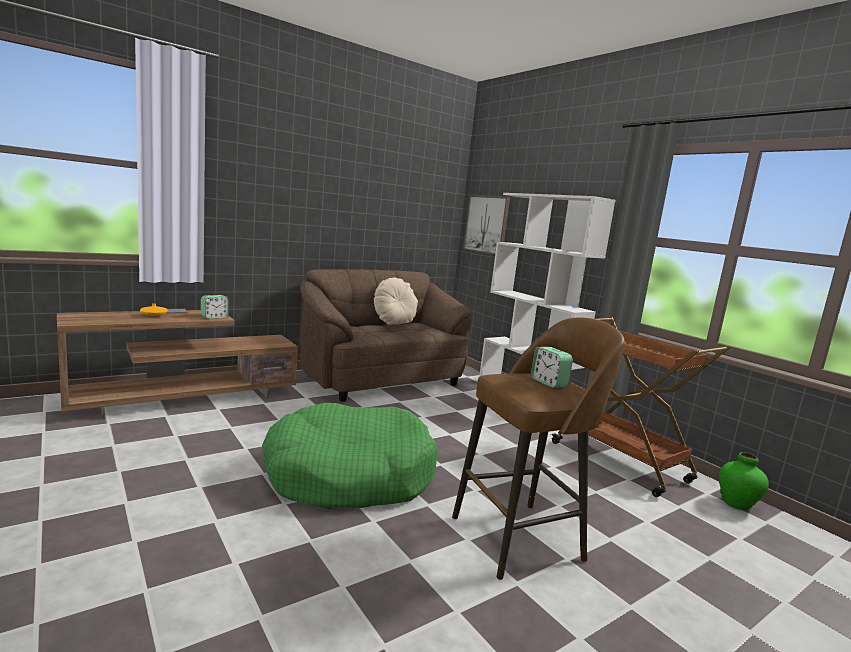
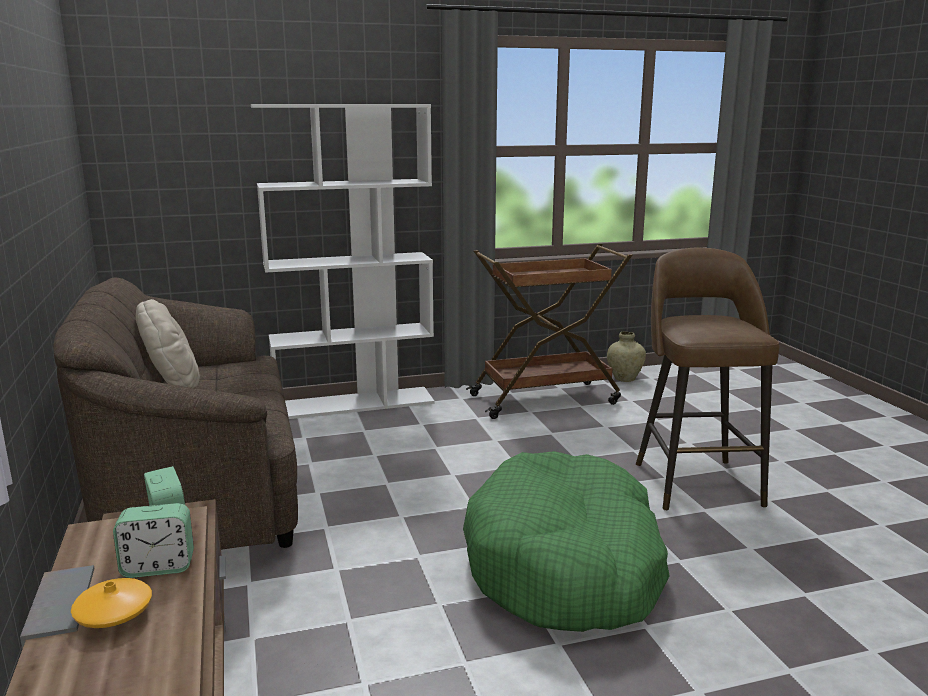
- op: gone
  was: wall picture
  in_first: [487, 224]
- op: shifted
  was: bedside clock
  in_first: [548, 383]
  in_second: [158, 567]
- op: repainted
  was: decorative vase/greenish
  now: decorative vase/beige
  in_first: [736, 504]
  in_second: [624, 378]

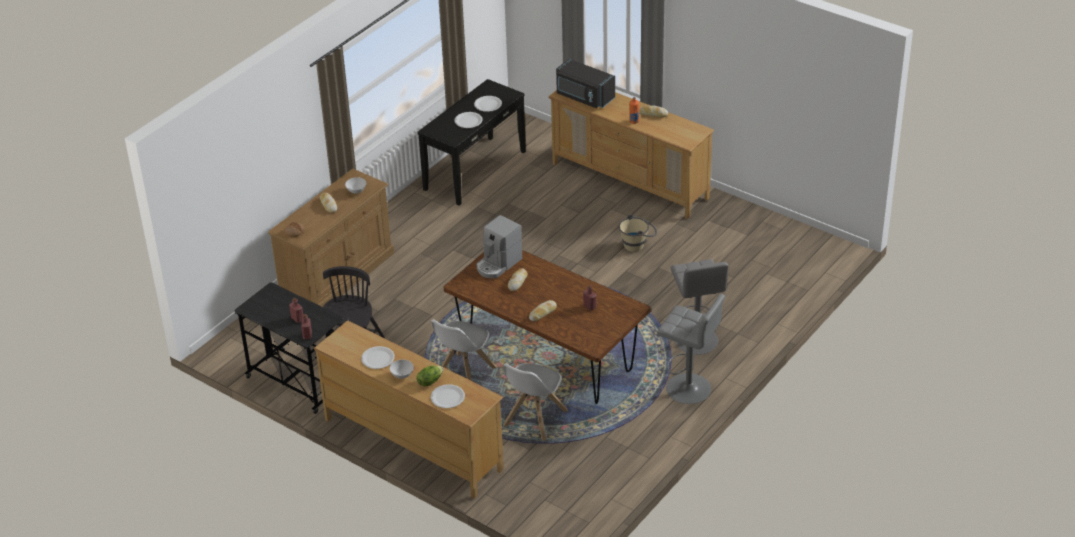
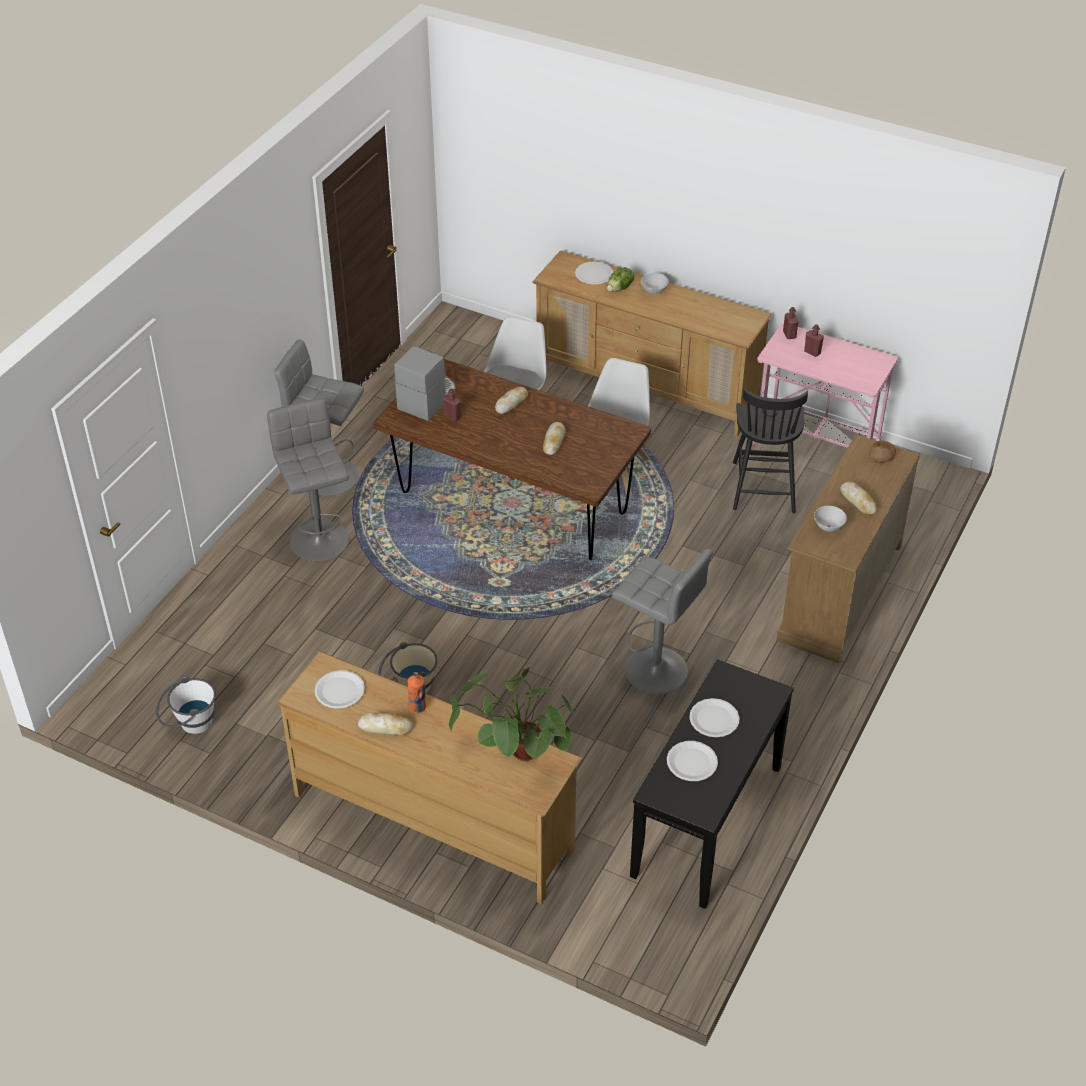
- op: swapped
  was: microwave oven/blackish
  now: potted plant
  in_first: [584, 97]
  in_second: [515, 759]
- op: shifted
  was: coffee maker
  in_first: [498, 264]
  in_second: [428, 399]
- op: repainted
  was: desk table/blackish
  now: desk table/pink-coloured
  in_first: [298, 381]
  in_second: [815, 445]
- op: shifted
  was: dinner plate/white-coloured
  in_first: [378, 358]
  in_second: [339, 690]
- op: new
  now: sitting stool/gray
  in_second: [656, 671]
- op: new
  now: bucket/white-coloured
  in_second: [189, 724]

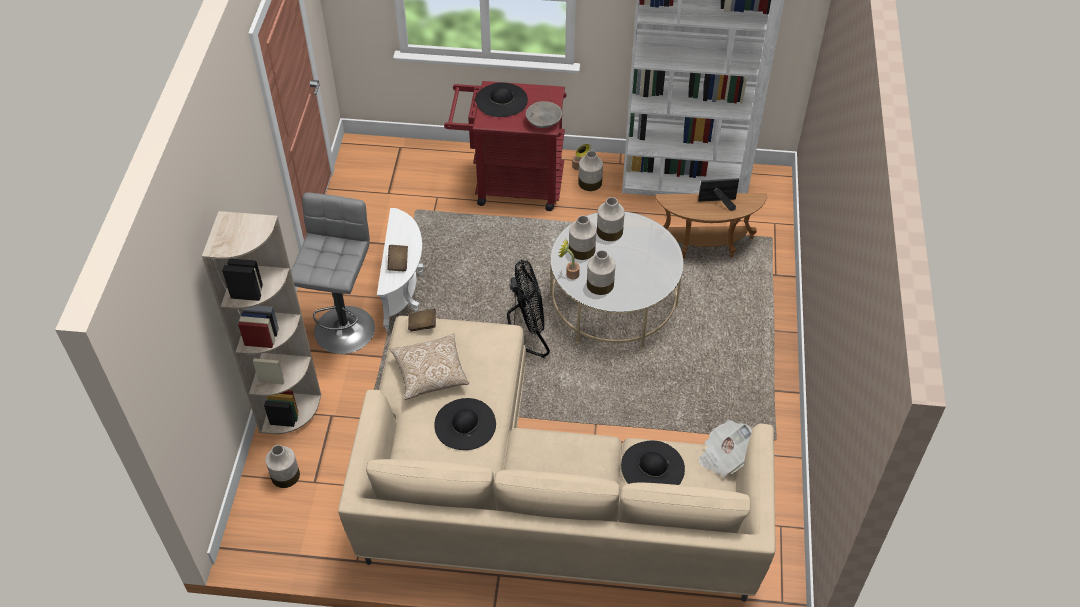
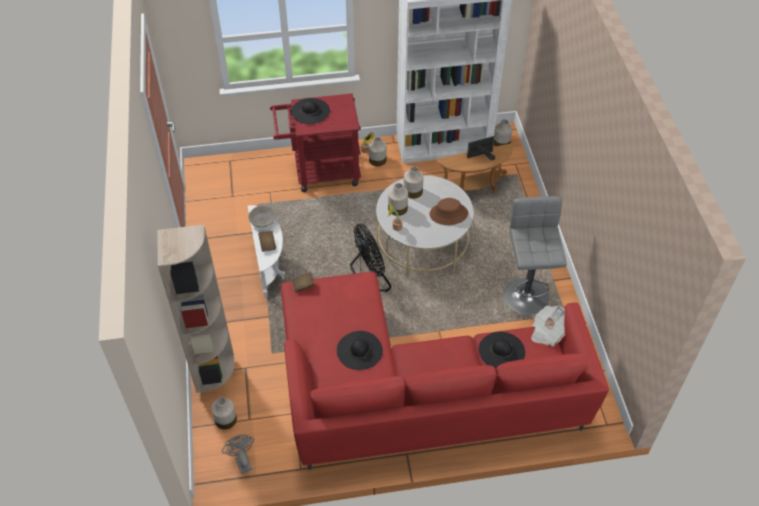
- op: shifted
  was: bowl/gray
  in_first: [544, 121]
  in_second: [263, 221]
- op: shifted
  was: sitting stool/gray
  in_first: [345, 329]
  in_second: [526, 296]
- op: shifted
  was: decorative vase/beige
  in_first: [600, 284]
  in_second: [501, 142]
- op: repainted
  was: sofa/beige
  now: sofa/red-coloured
  in_first: [533, 500]
  in_second: [413, 395]
- op: gone
  was: pillow
  in_first: [430, 374]
- op: new
  now: wearable hat/brown
  in_second: [448, 214]
- op: new
  now: electric fan/gray
  in_second: [242, 461]

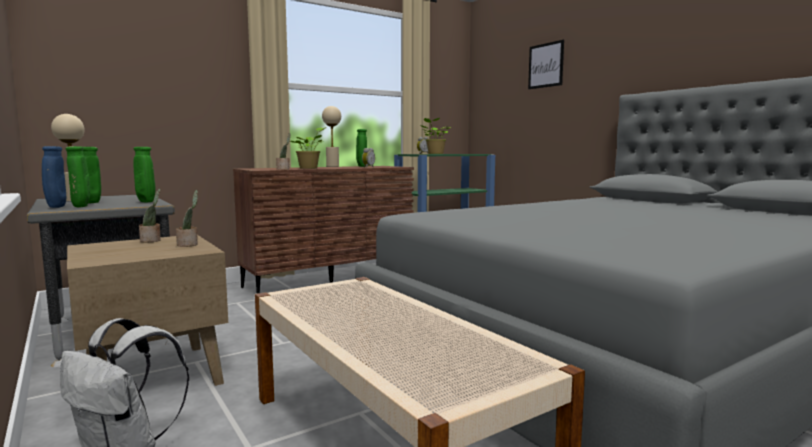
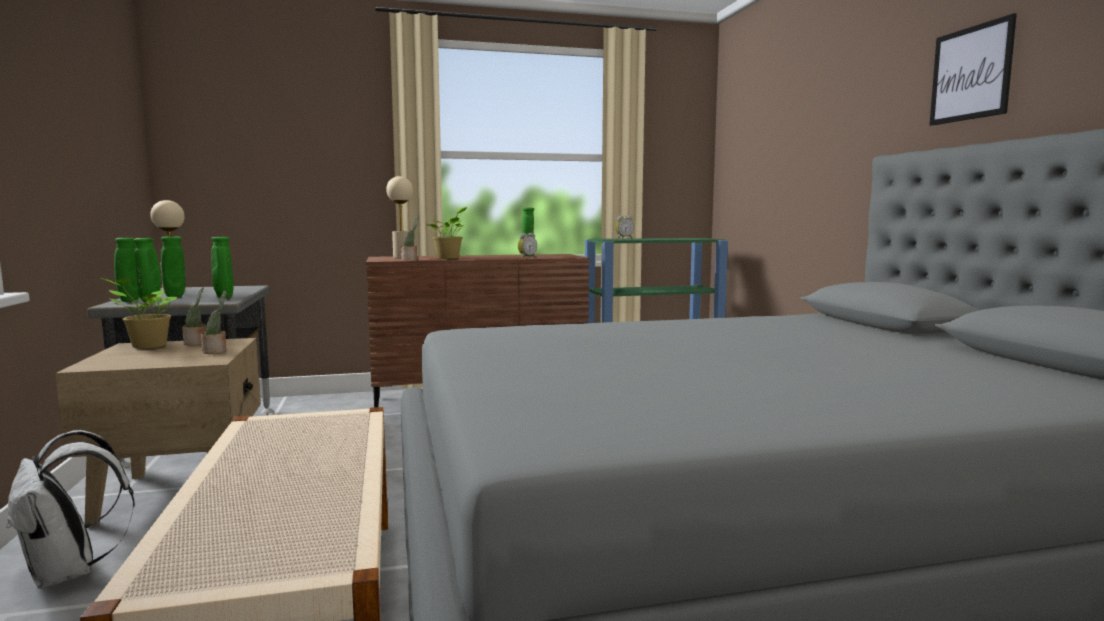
- op: shifted
  was: wall picture
  in_first: [546, 65]
  in_second: [971, 73]
- op: shifted
  was: lamp for a table/beige
  in_first: [332, 166]
  in_second: [402, 257]
- op: shifted
  was: potted plant
  in_first: [435, 154]
  in_second: [146, 346]
- op: repainted
  was: decorative vase/blue
  now: decorative vase/greenish
  in_first: [56, 207]
  in_second: [129, 301]

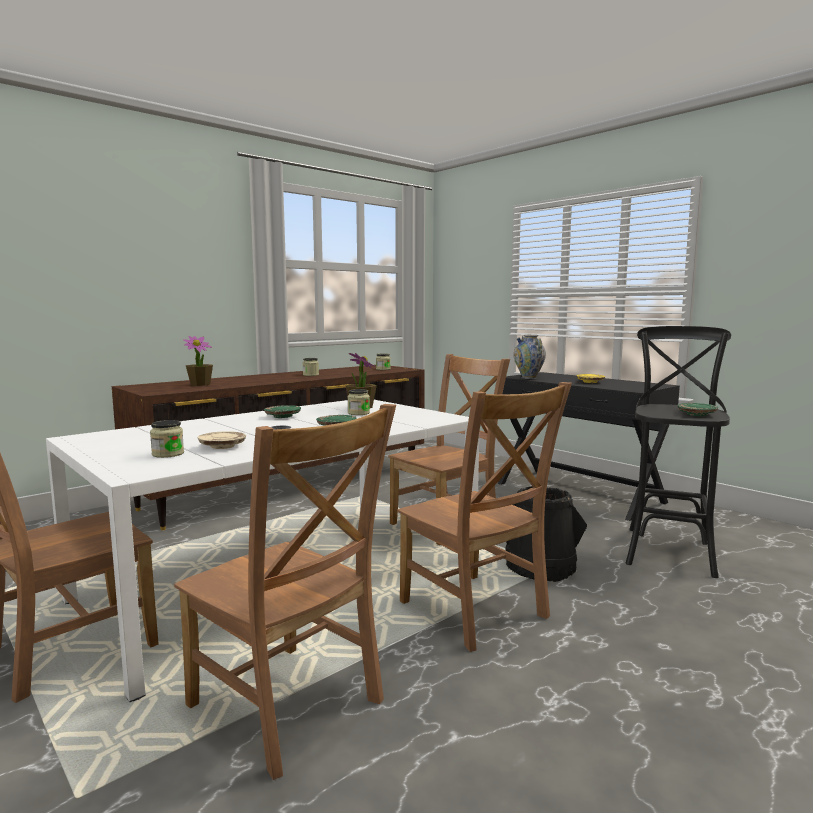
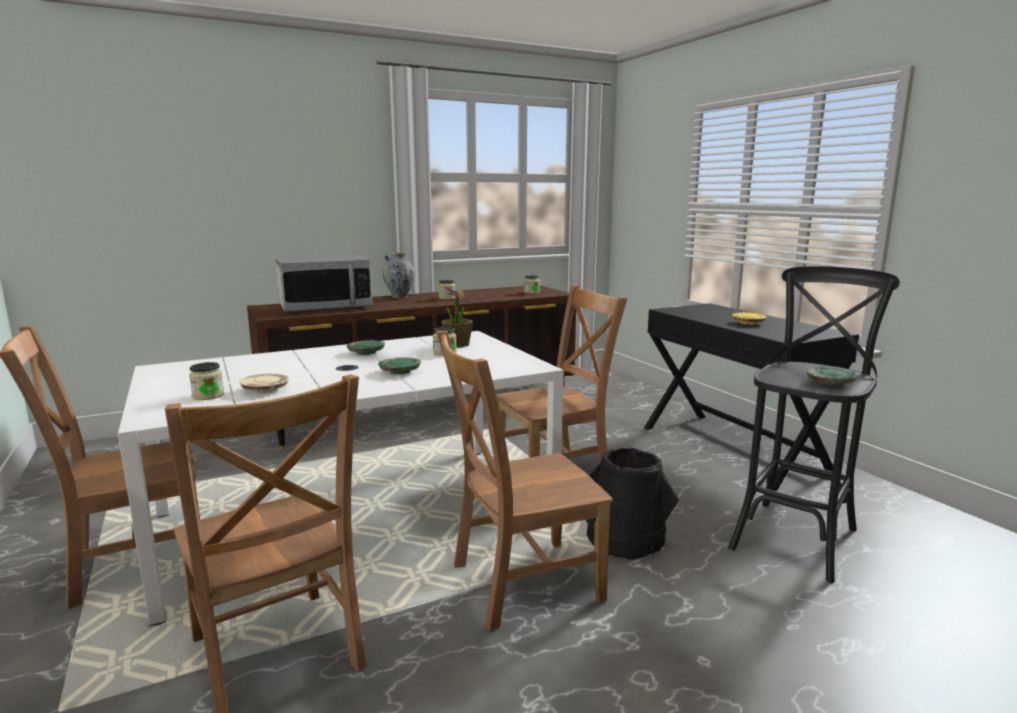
- op: shifted
  was: decorative vase
  in_first: [528, 378]
  in_second: [399, 297]
- op: swapped
  was: potted plant
  now: microwave oven
  in_first: [200, 384]
  in_second: [326, 307]
- op: rotated
  was: plain chair/brown
  in_first: [476, 612]
  in_second: [519, 583]
  clockwise: 90

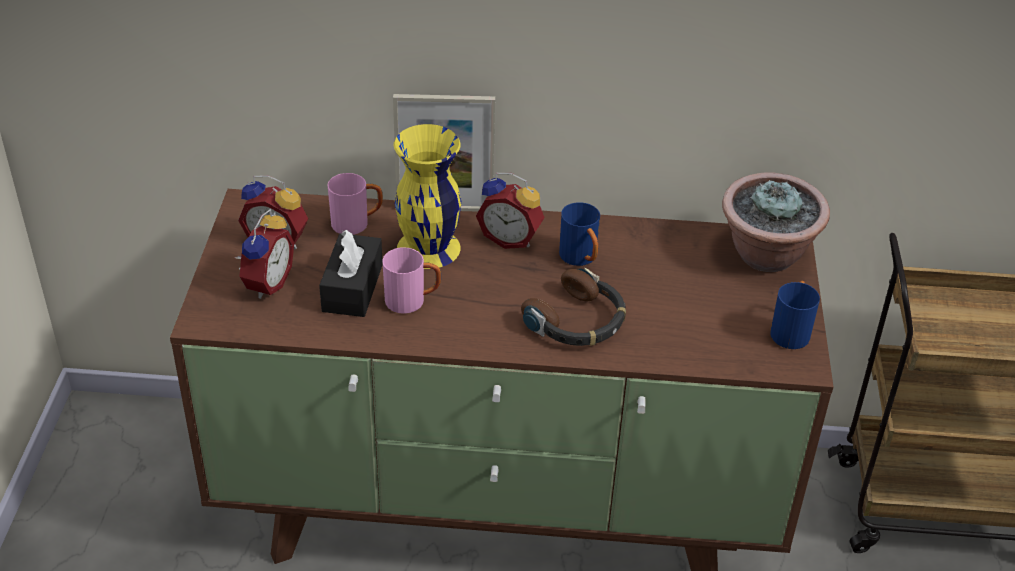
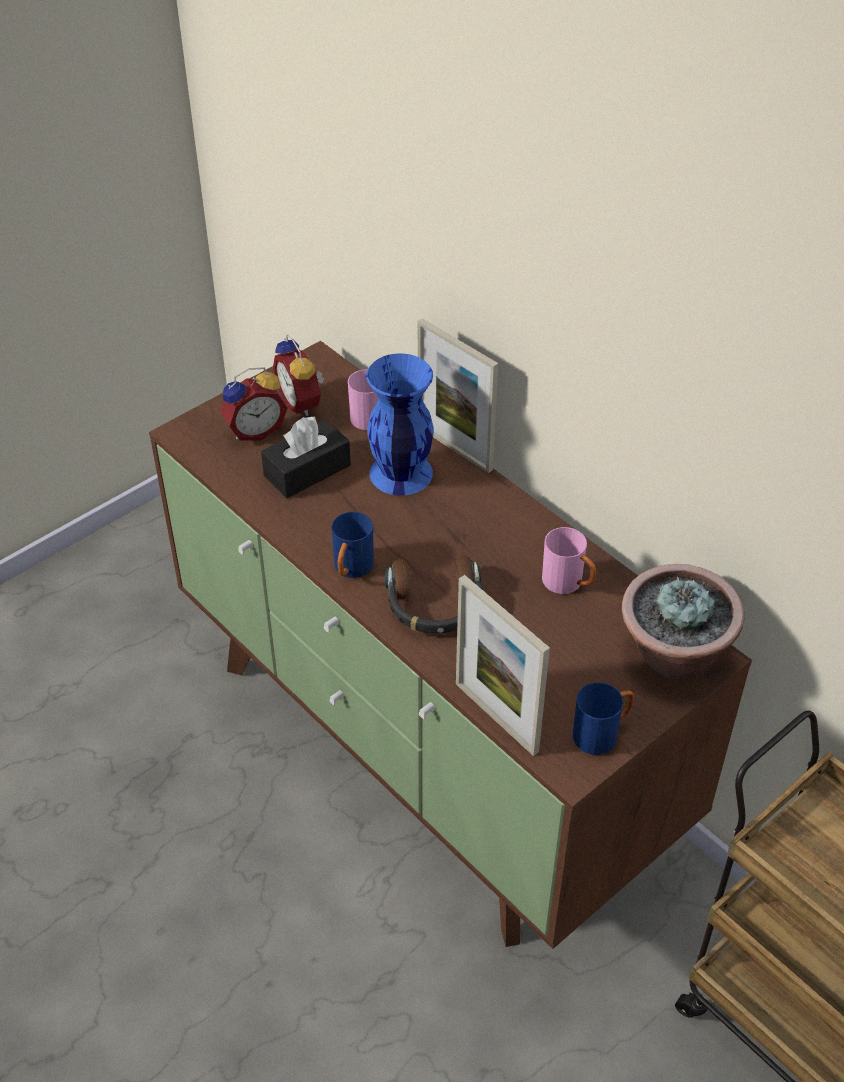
- op: repainted
  was: decorative vase/yellow
  now: decorative vase/blue
  in_first: [427, 248]
  in_second: [399, 473]
- op: gone
  was: bedside clock
  in_first: [511, 238]
- op: shifted
  was: coffee mug/blue
  in_first: [581, 259]
  in_second: [351, 570]
- op: shifted
  was: coffee mug/pink-coloured
  in_first: [412, 301]
  in_second: [568, 584]
- op: new
  now: photo frame
  in_second: [496, 717]

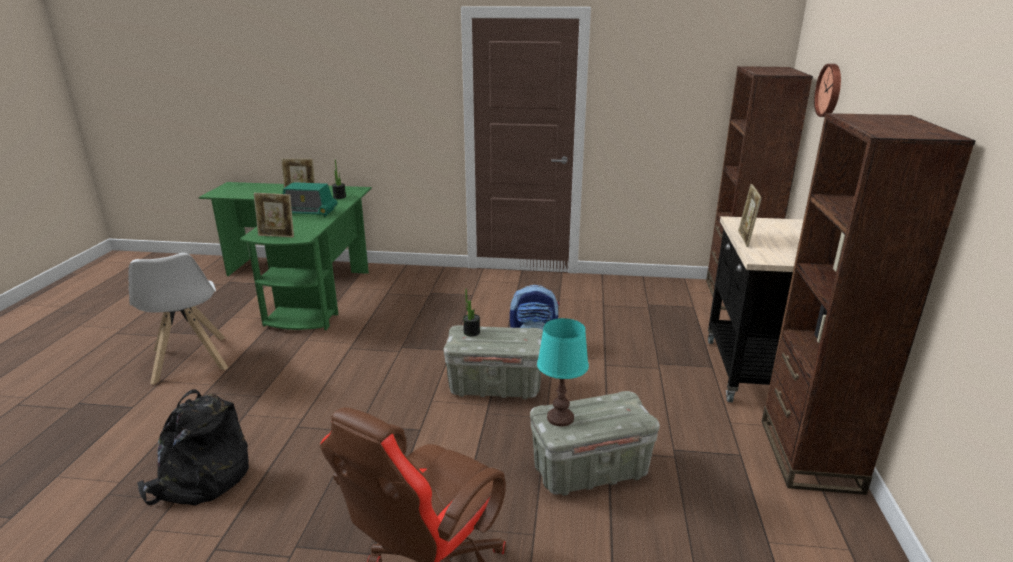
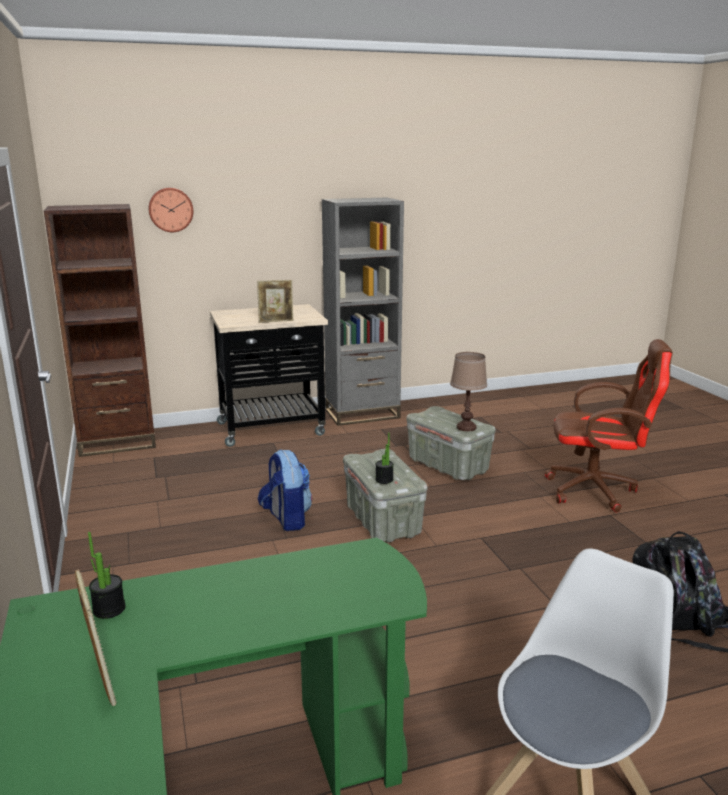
- op: repainted
  was: bookshelf/brown
  now: bookshelf/gray
  in_first: [809, 455]
  in_second: [362, 414]
- op: gone
  was: radio
  in_first: [307, 212]
- op: gone
  was: photo frame
  in_first: [277, 236]
- op: repainted
  was: lamp for a table/blue-green
  now: lamp for a table/brown
  in_first: [560, 418]
  in_second: [466, 427]

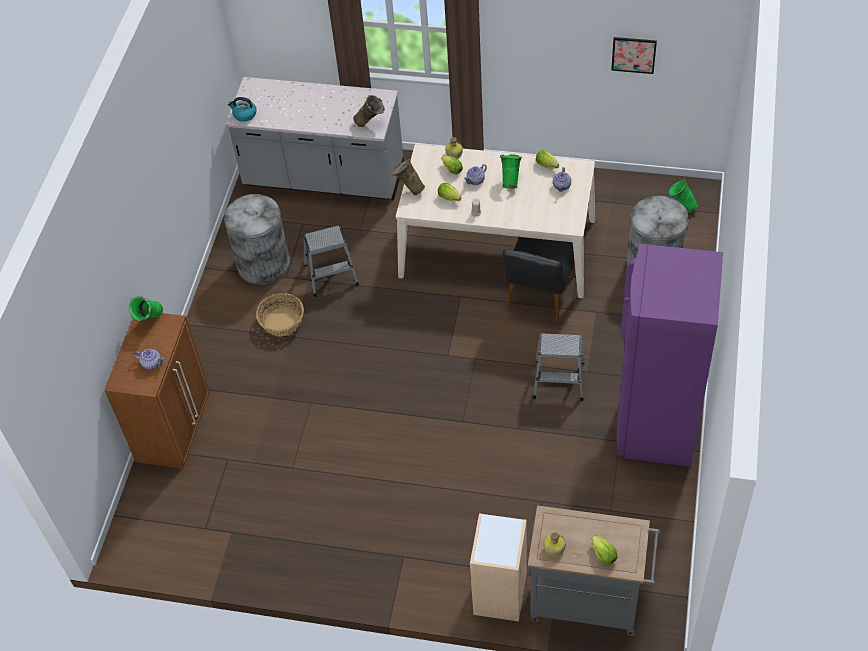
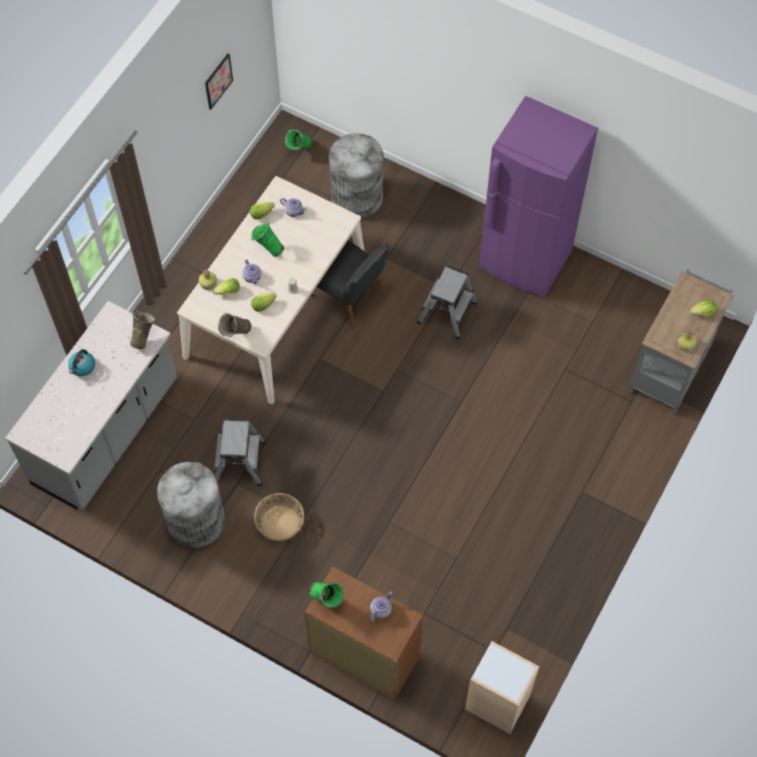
- op: shifted
  was: kettle
  in_first: [244, 115]
  in_second: [82, 367]
- op: shifted
  was: bookshelf
  in_first: [499, 594]
  in_second: [497, 703]

